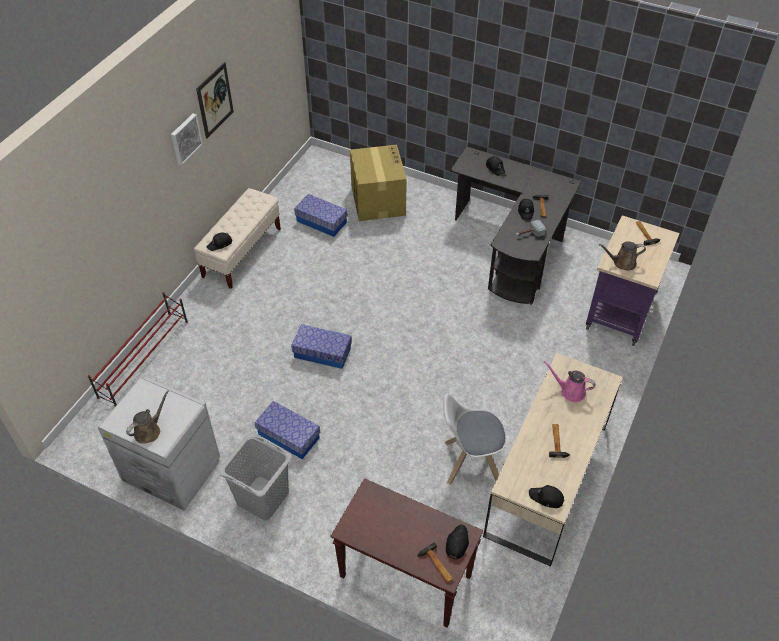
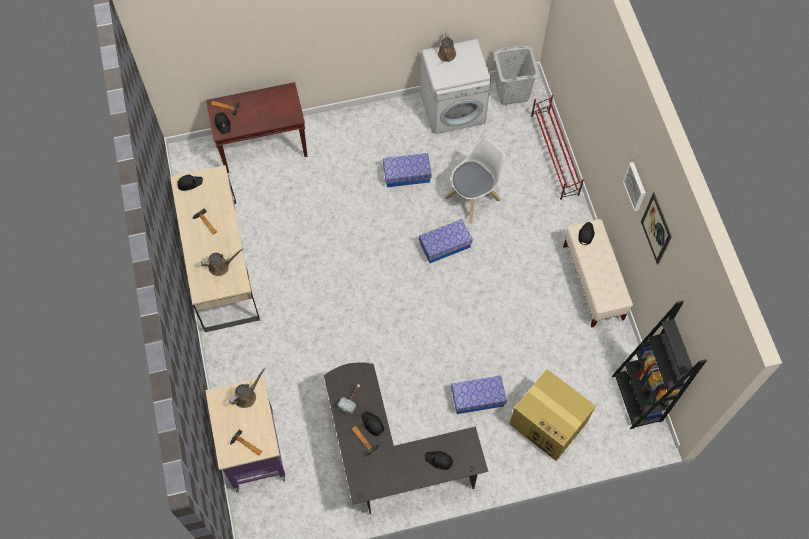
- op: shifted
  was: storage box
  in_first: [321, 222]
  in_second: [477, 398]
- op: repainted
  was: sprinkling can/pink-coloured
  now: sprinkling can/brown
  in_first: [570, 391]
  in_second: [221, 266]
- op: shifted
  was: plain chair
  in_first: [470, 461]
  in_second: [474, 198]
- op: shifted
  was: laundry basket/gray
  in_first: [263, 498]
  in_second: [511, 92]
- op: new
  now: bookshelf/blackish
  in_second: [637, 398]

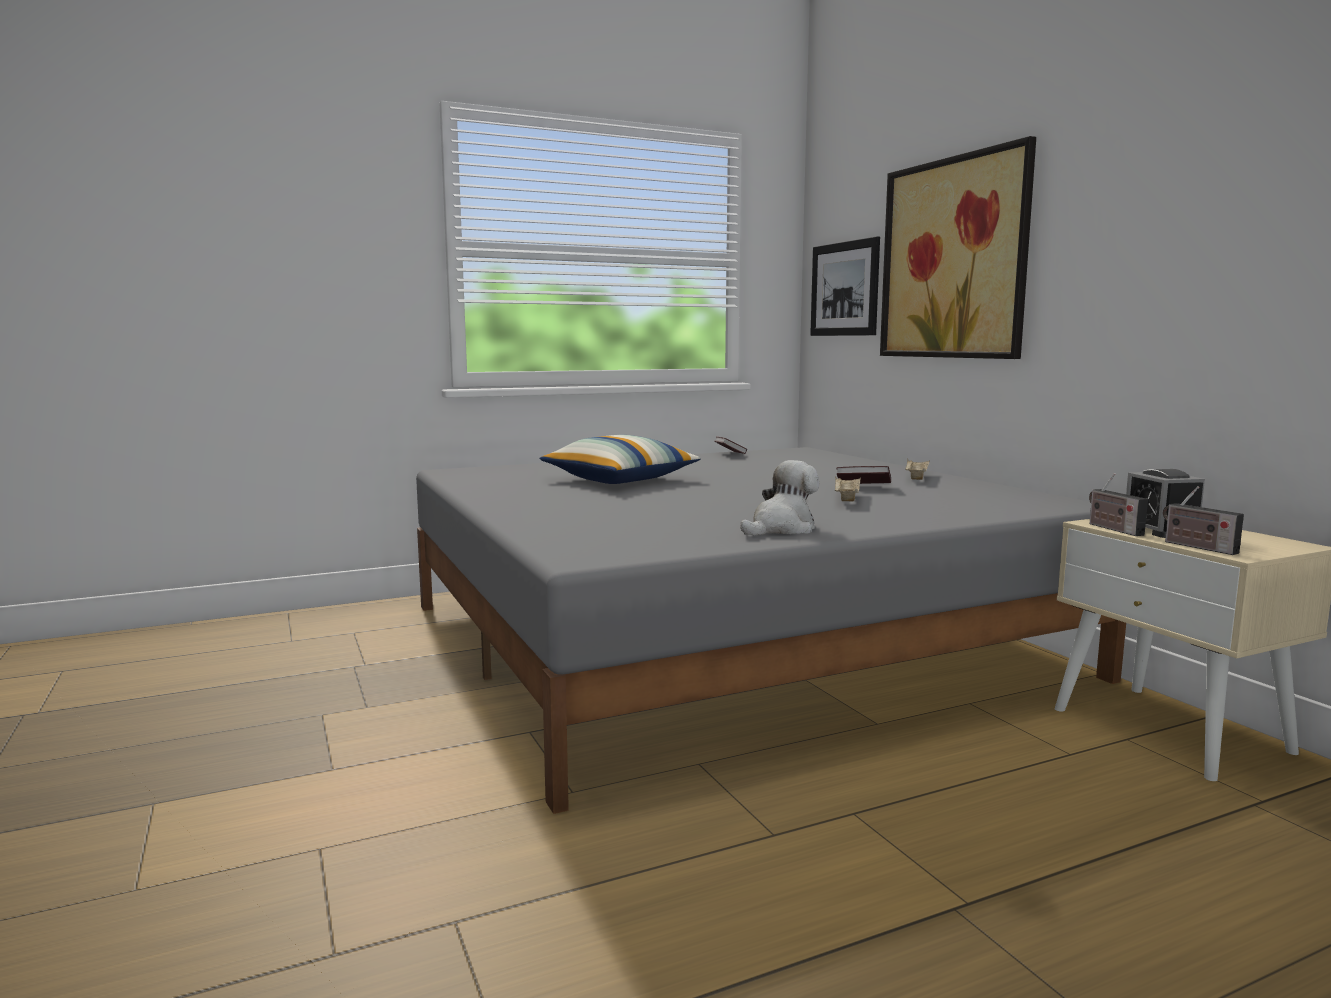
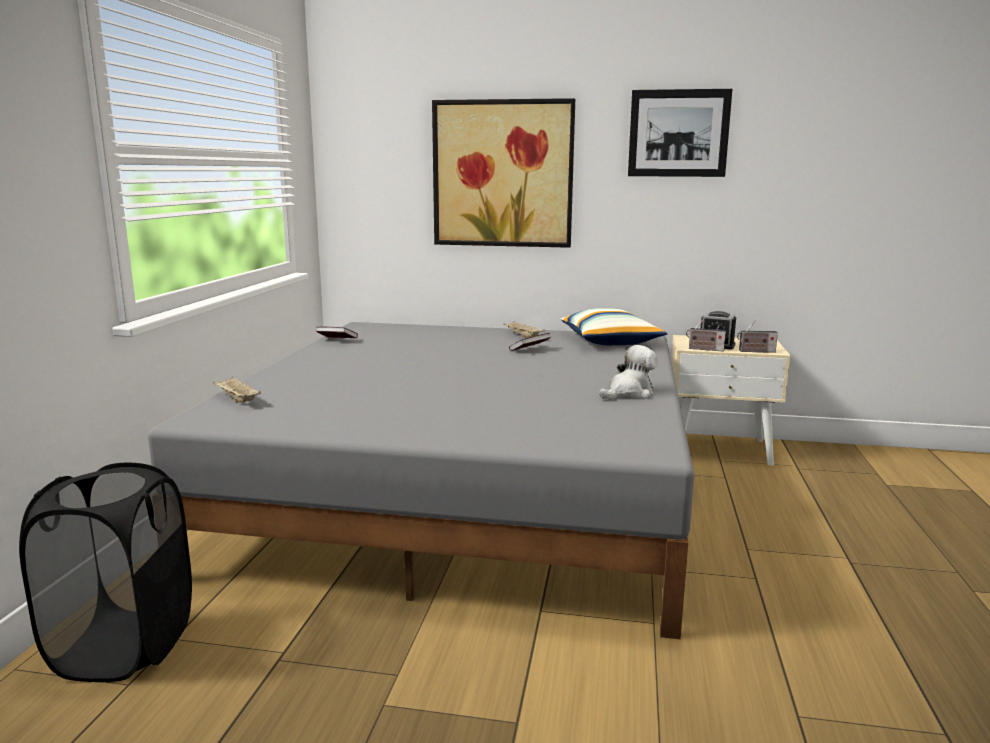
- op: shifted
  was: wall picture
  in_first: [844, 289]
  in_second: [678, 133]
- op: shifted
  was: pillow
  in_first: [620, 480]
  in_second: [610, 341]
- op: rotated
  was: cuddly toy
  in_first: [781, 529]
  in_second: [629, 393]
  clockwise: 60
- op: shifted
  was: serving tray/beige
  in_first: [846, 499]
  in_second: [237, 399]
- op: new
  now: laundry basket/blackish
  in_second: [124, 646]

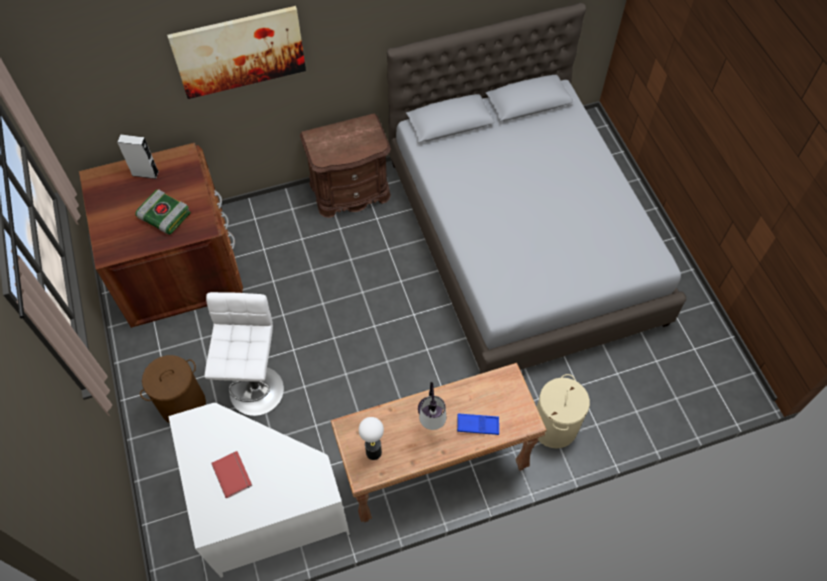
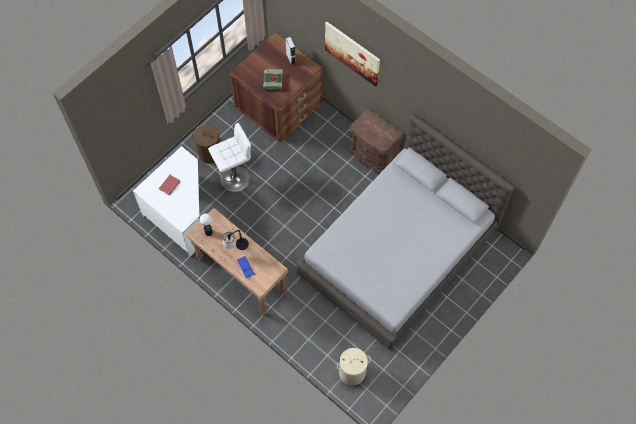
- op: shifted
  was: laundry basket/beige
  in_first: [554, 427]
  in_second: [352, 372]

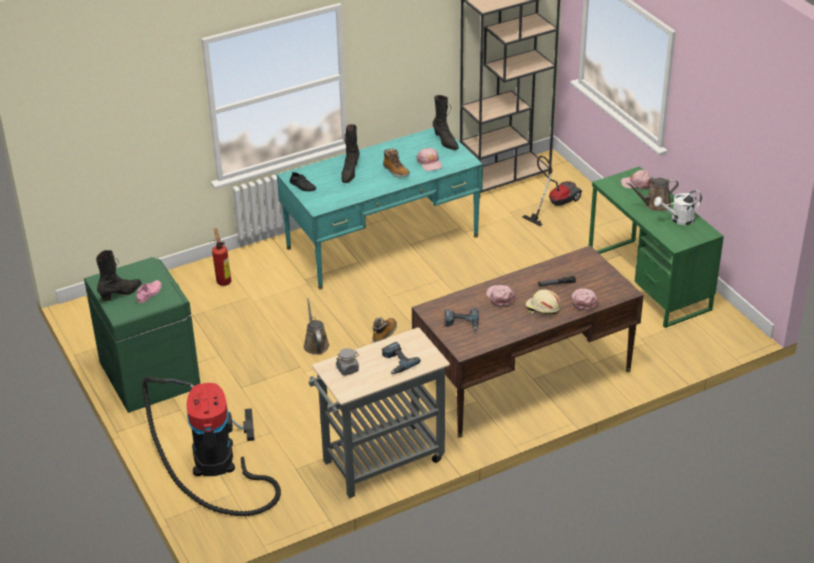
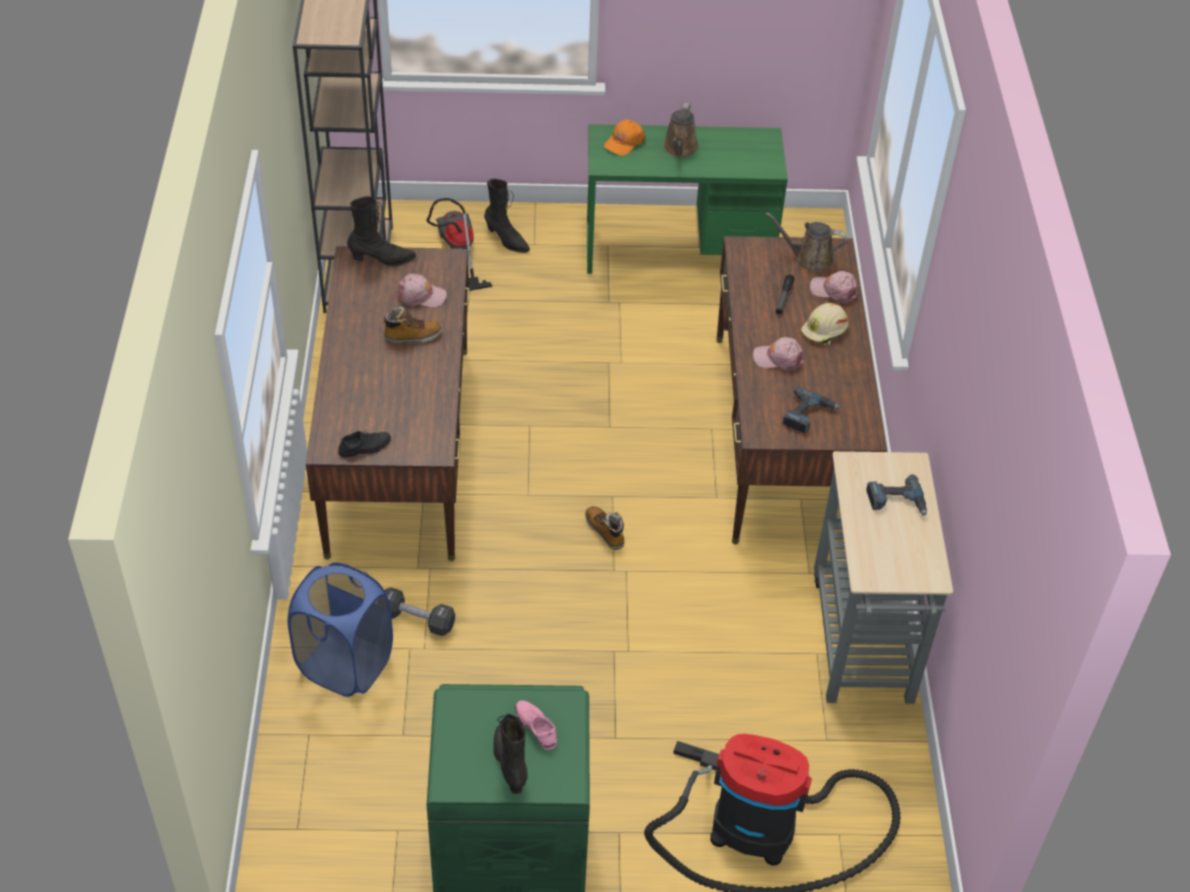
- op: shifted
  was: tall boot/blackish
  in_first: [349, 173]
  in_second: [506, 240]
- op: repainted
  was: desk table/blue-green
  now: desk table/brown
  in_first: [382, 242]
  in_second: [399, 449]
- op: repainted
  was: peaked cap/pink-coloured
  now: peaked cap/orangey
  in_first: [637, 183]
  in_second: [624, 142]
- op: gone
  was: sprinkling can/white-coloured
  in_first: [678, 219]
- op: swapped
  was: fire extinguisher
  now: laundry basket/blue
  in_first: [223, 281]
  in_second: [345, 664]
- op: shifted
  was: sprinkling can/brown
  in_first: [315, 344]
  in_second: [809, 259]
- op: gone
  was: preserve jar/gray
  in_first: [347, 369]
- op: new
  now: dumbbell/blackish
  in_second: [416, 620]

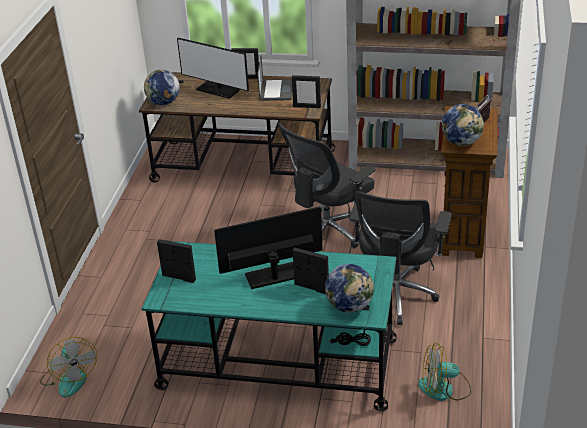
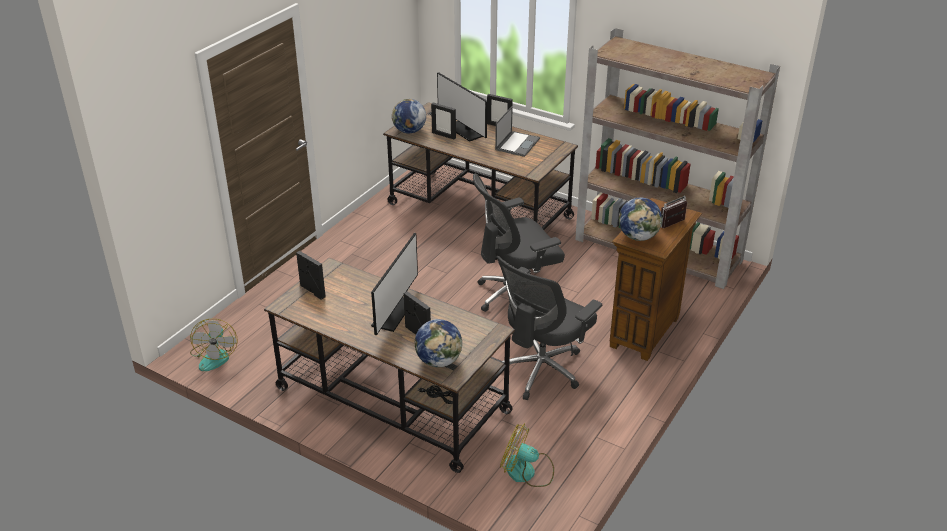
- op: shifted
  was: photo frame
  in_first: [307, 106]
  in_second: [444, 135]
- op: rotated
  was: monitor
  in_first: [273, 275]
  in_second: [392, 313]
  clockwise: 105
- op: repainted
  was: desk table/blue-green
  now: desk table/brown
  in_first: [278, 365]
  in_second: [392, 400]

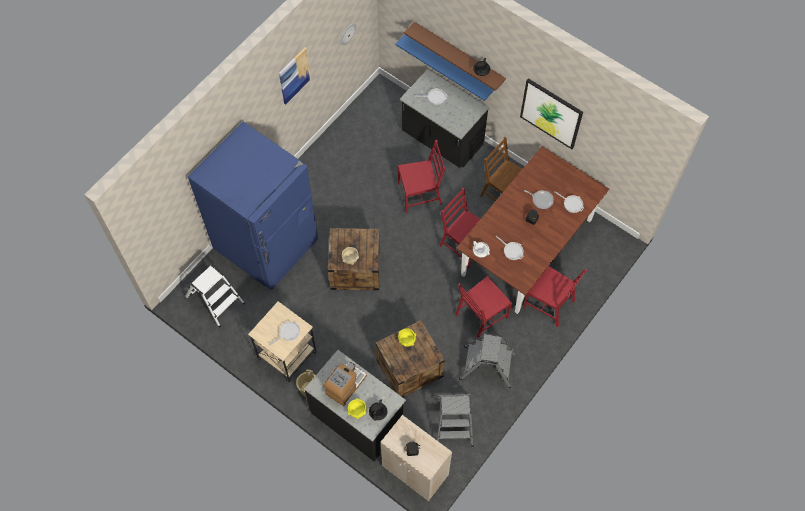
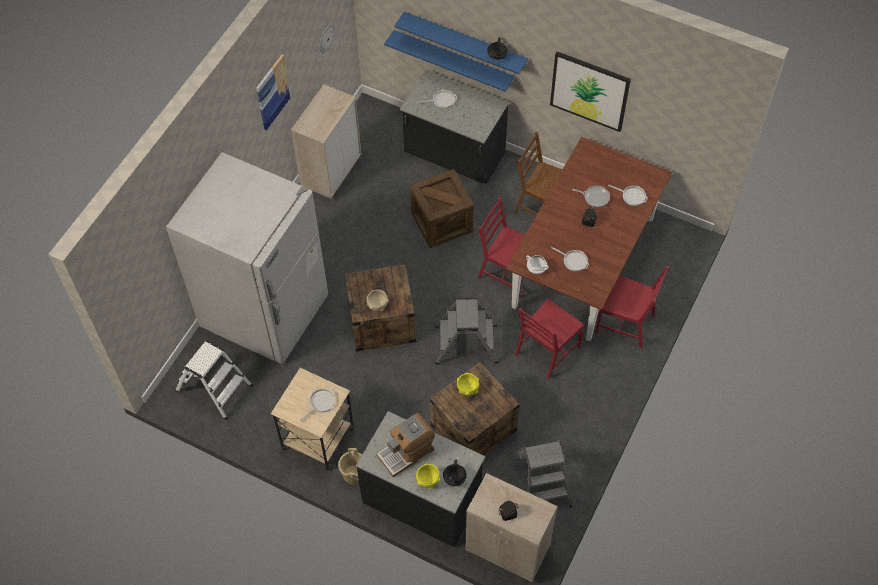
- op: repainted
  was: shelf/brown
  now: shelf/blue
  in_first: [459, 55]
  in_second: [465, 42]
- op: repainted
  was: fridge/blue
  now: fridge/white-coloured
  in_first: [266, 243]
  in_second: [265, 310]
- op: swapped
  was: plain chair/red-coloured
  now: shipping crate
  in_first: [420, 194]
  in_second: [442, 222]
- op: shifted
  was: step stool/gray
  in_first: [487, 366]
  in_second: [466, 344]
- op: rotated
  was: coffee maker
  in_first: [345, 385]
  in_second: [406, 452]
  clockwise: -150
- op: new
  now: cabinet/beige
  in_second: [331, 172]

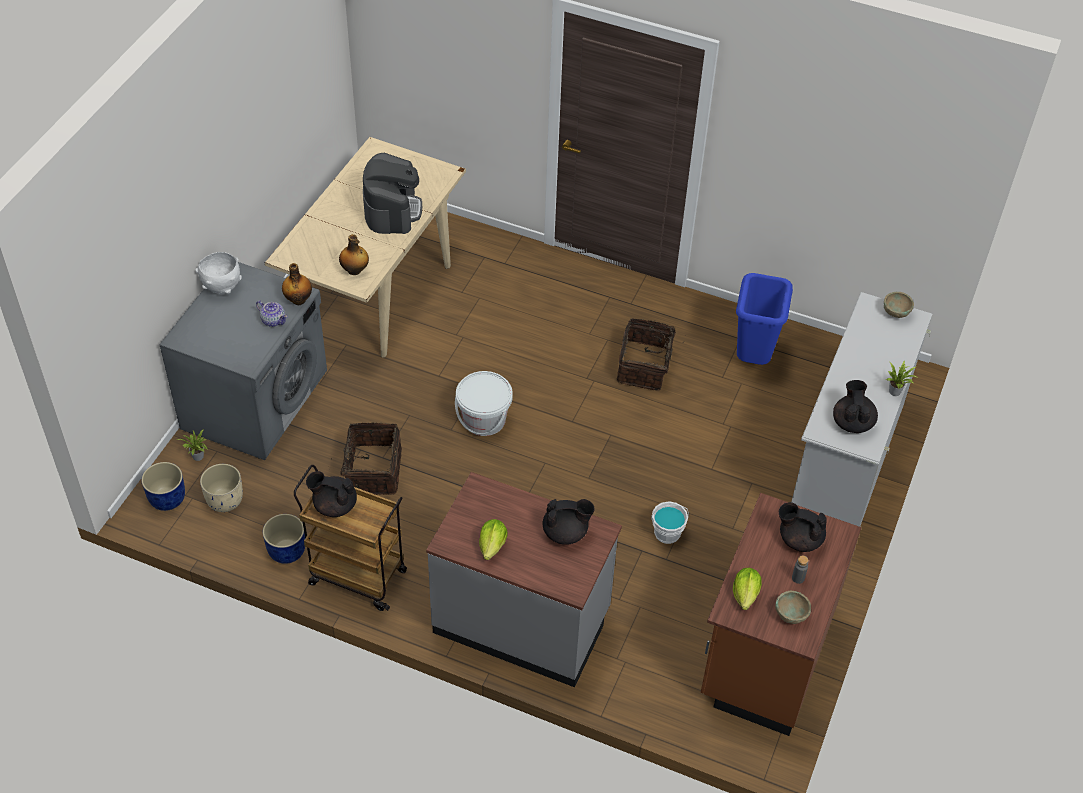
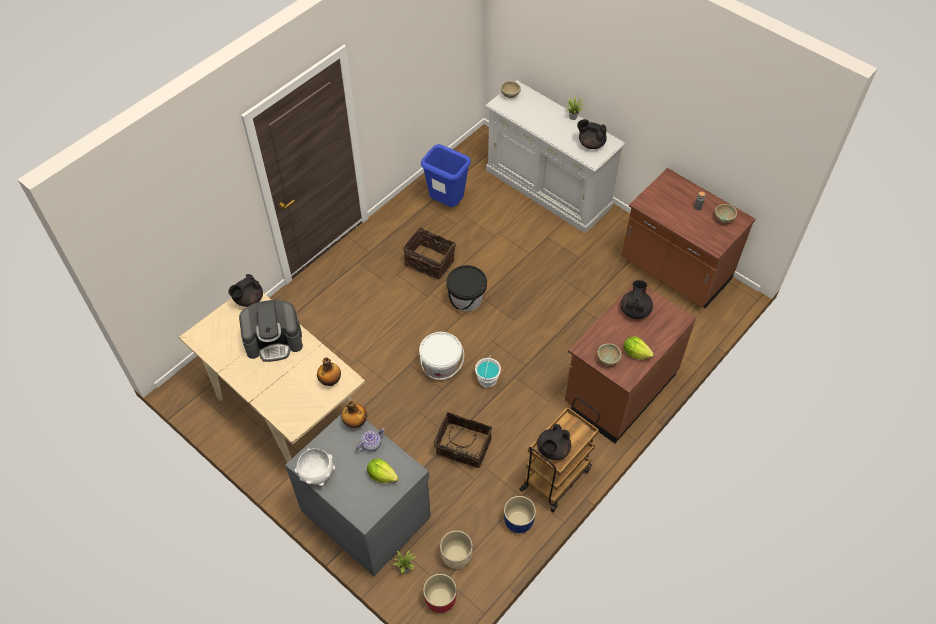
- op: rotated
  was: coffee maker
  in_first: [392, 210]
  in_second: [274, 341]
  clockwise: 150
- op: repainted
  was: plant pot/blue
  now: plant pot/red-coloured
  in_first: [167, 498]
  in_second: [440, 599]
- op: repainted
  was: kitchen counter/gray
  now: kitchen counter/brown
  in_first: [522, 621]
  in_second: [619, 389]
- op: shifted
  was: bucket/white-coloured
  in_first: [667, 533]
  in_second: [487, 379]
- op: shifted
  was: pot for tea/blackish
  in_first: [799, 539]
  in_second: [248, 299]
- op: shifted
  was: lettuce
  in_first: [745, 594]
  in_second: [382, 475]
- op: new
  now: bucket/blackish
  in_second: [466, 299]
- op: new
  now: bowl/beige
  in_second: [608, 360]

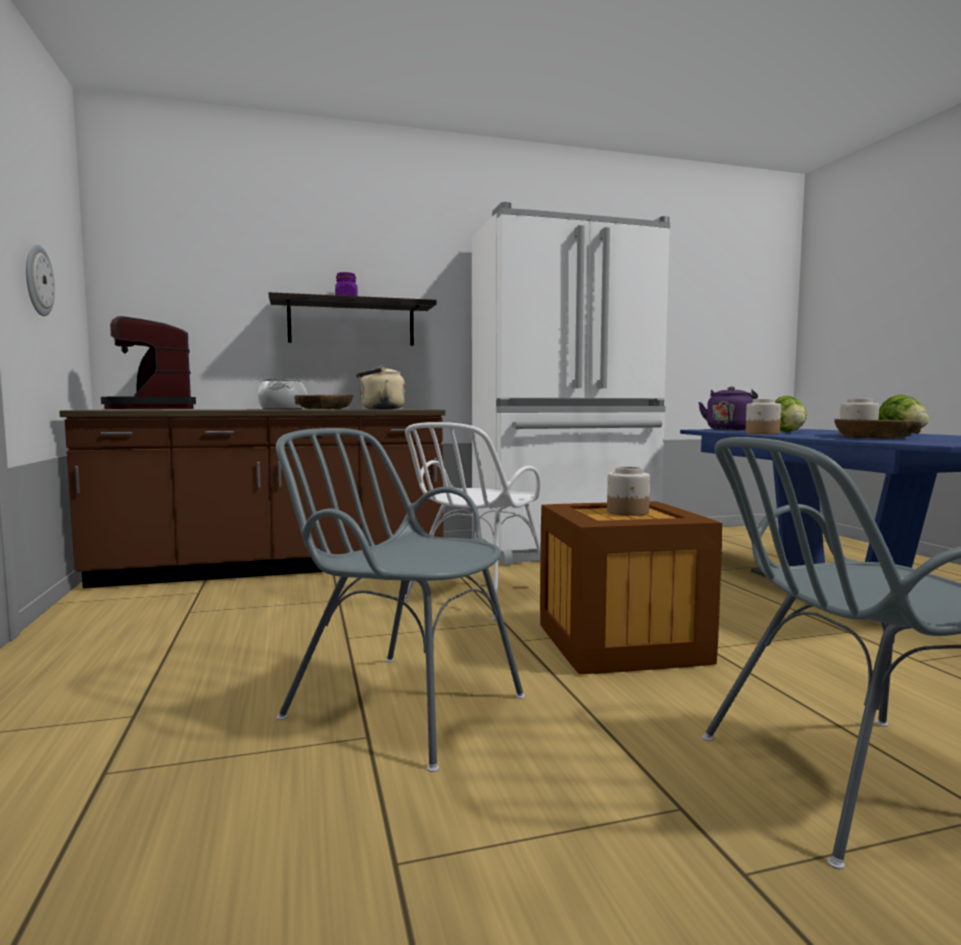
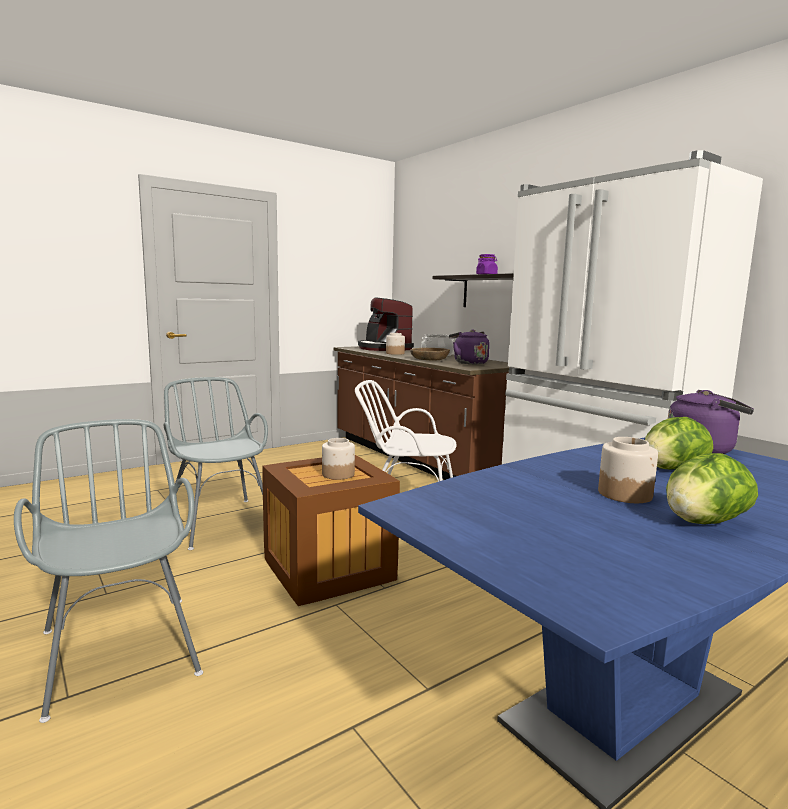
- op: gone
  was: wall clock
  in_first: [37, 280]
- op: rotated
  was: coffee maker
  in_first: [154, 409]
  in_second: [383, 348]
  clockwise: -75
- op: repainted
  was: kettle/beige
  now: kettle/purple-coloured
  in_first: [379, 409]
  in_second: [468, 363]
- op: shifted
  was: preserve jar
  in_first: [762, 433]
  in_second: [394, 353]
- op: gone
  was: bowl/brown
  in_first: [875, 438]
- op: rotated
  was: plain chair/gray
  in_first: [398, 703]
  in_second: [218, 521]
  clockwise: -45

